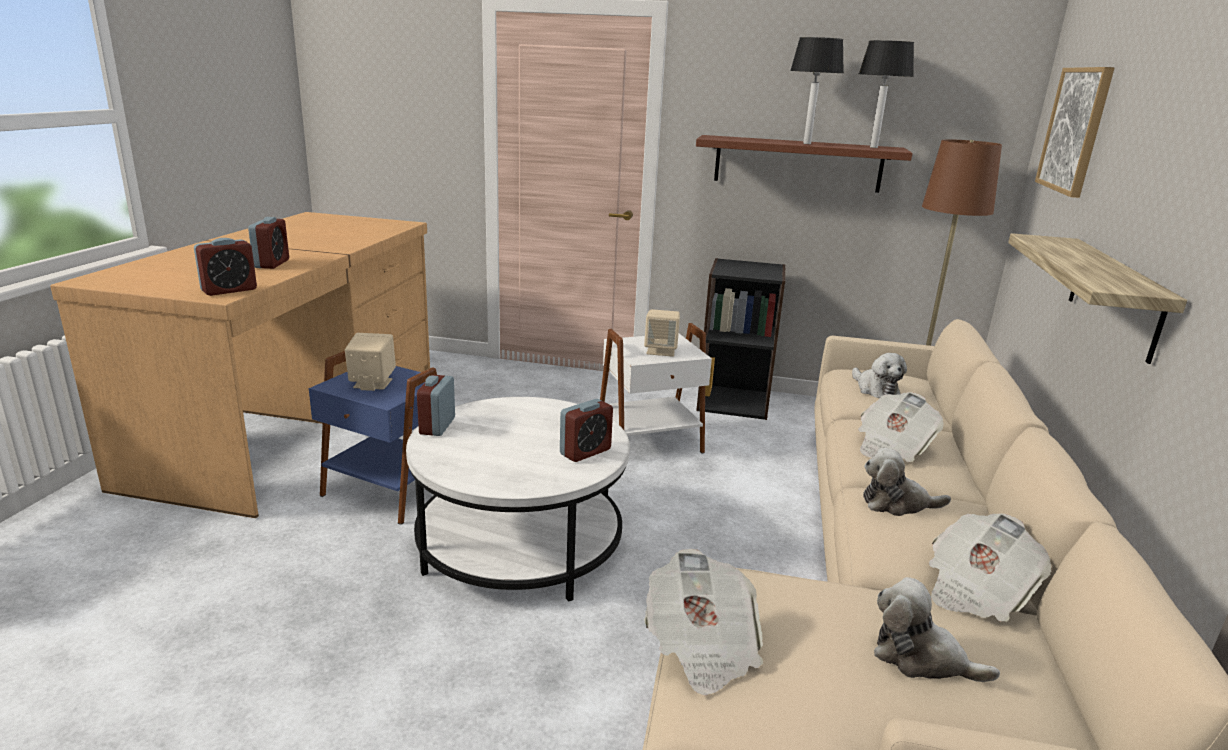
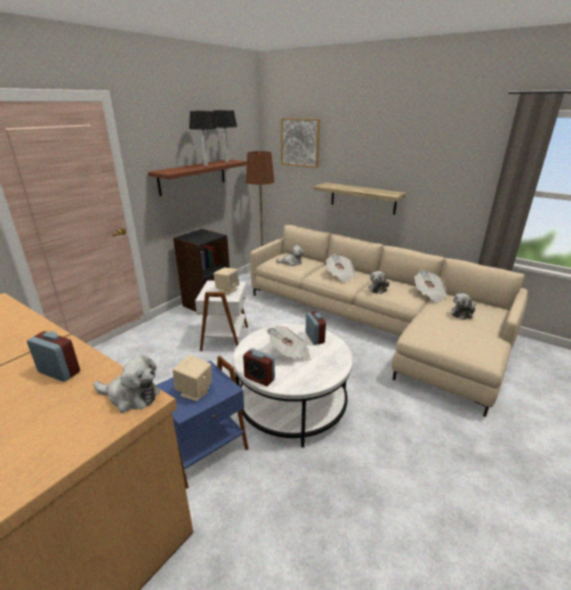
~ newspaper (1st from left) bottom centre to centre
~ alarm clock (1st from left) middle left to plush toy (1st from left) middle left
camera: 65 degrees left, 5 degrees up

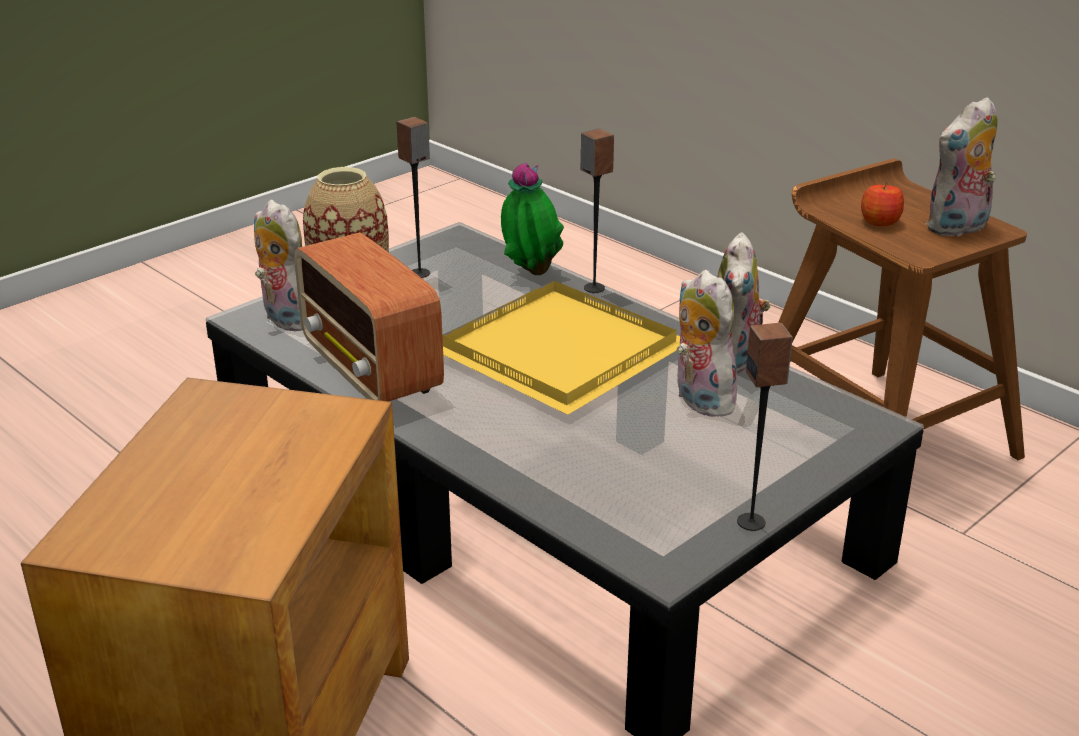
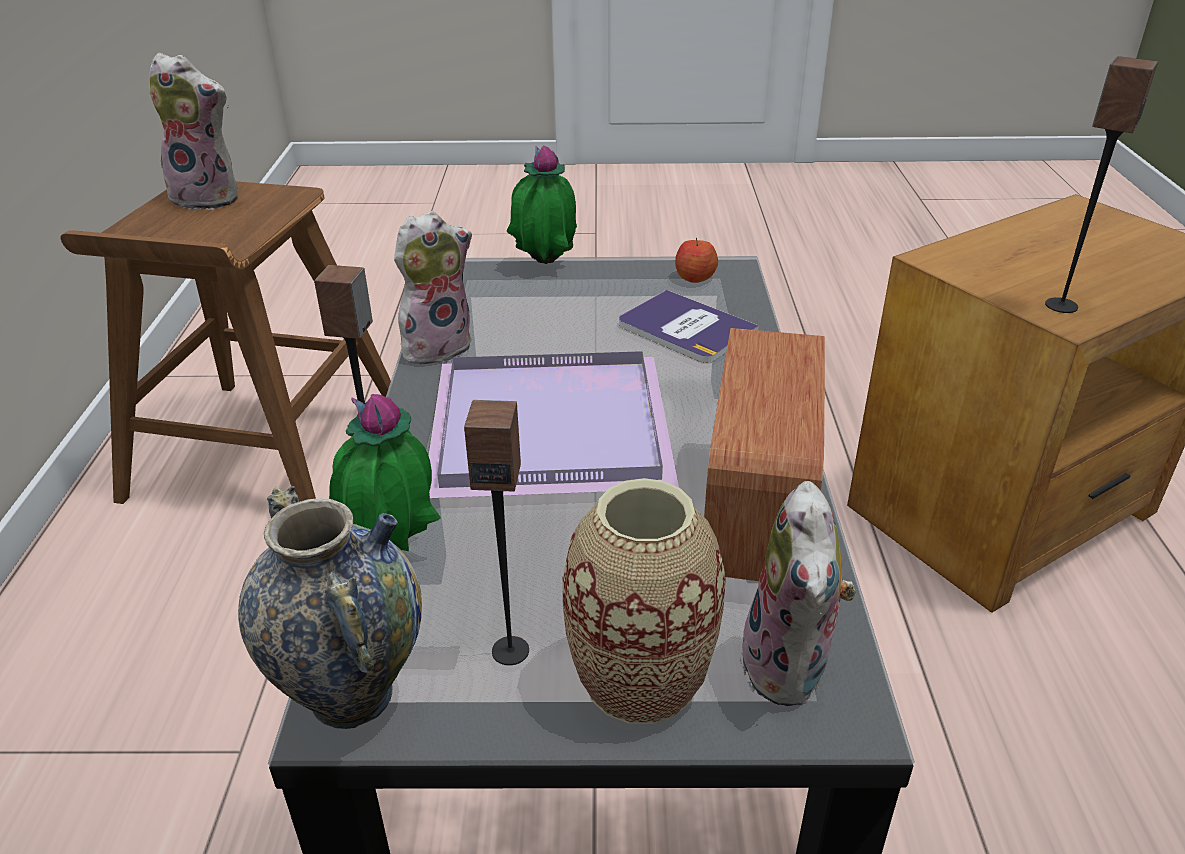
- plush toy (2nd from left) centre
+ vase (1st from left) bottom left
+ potted plant (2nd from left) top centre
+ book centre
~ speaker (3rd from left) middle right to top right
~ apple top right to top centre
~ yellow tray centre to purple tray centre
camera: 135 degrees left, 5 degrees up

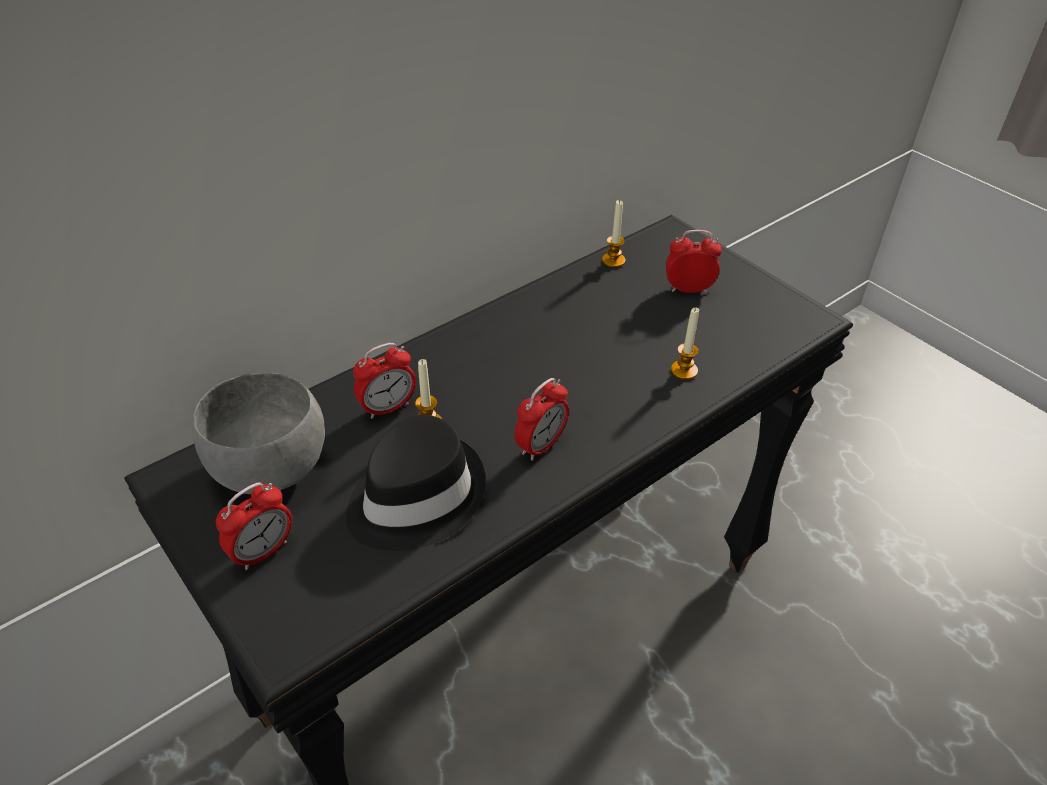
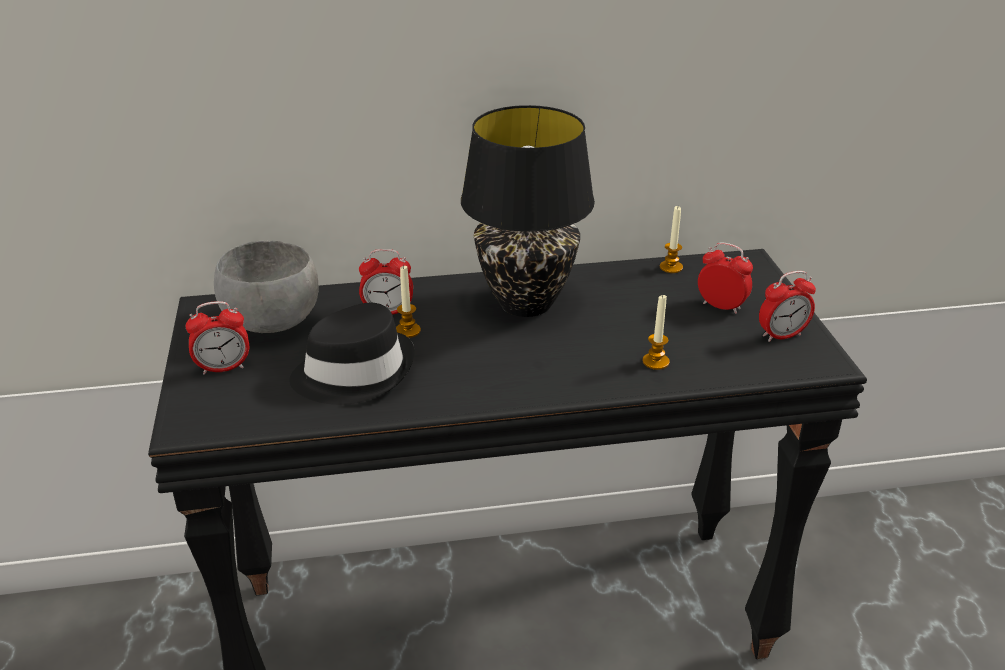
+ black table lamp top centre
~ alarm clock (3rd from left in the first image) centre to alarm clock (4th from left) middle right
camera: 30 degrees right, 10 degrees down

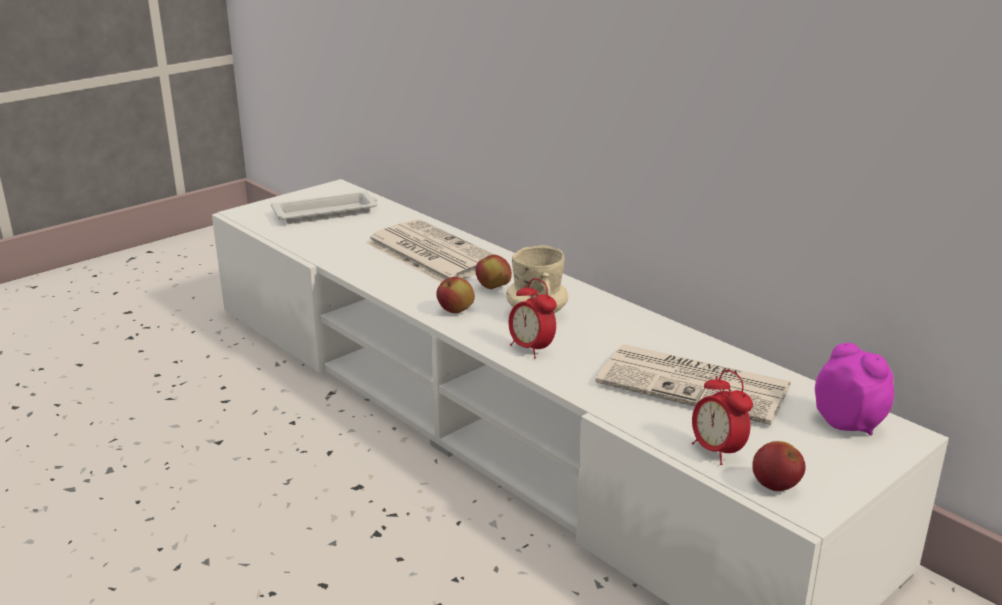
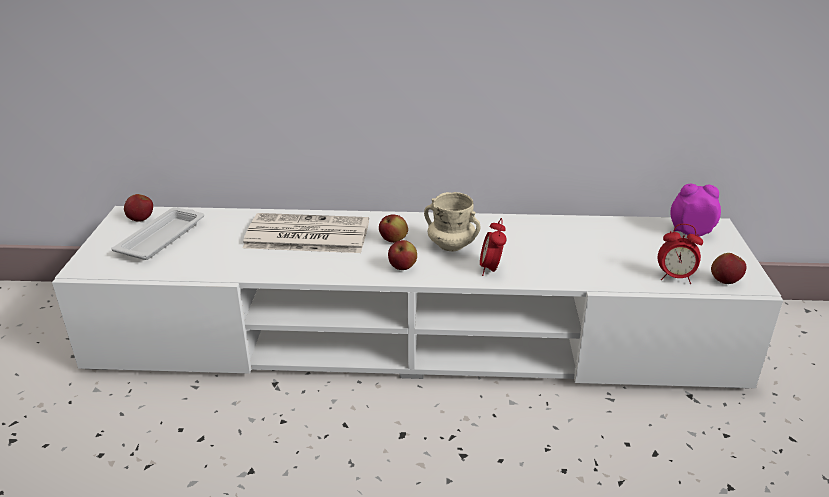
- newspaper (2nd from left) middle right
+ apple (1st from left) middle left
~ alarm clock (1st from left) centre = centre 90 degrees clockwise
camera: 45 degrees left, 5 degrees up

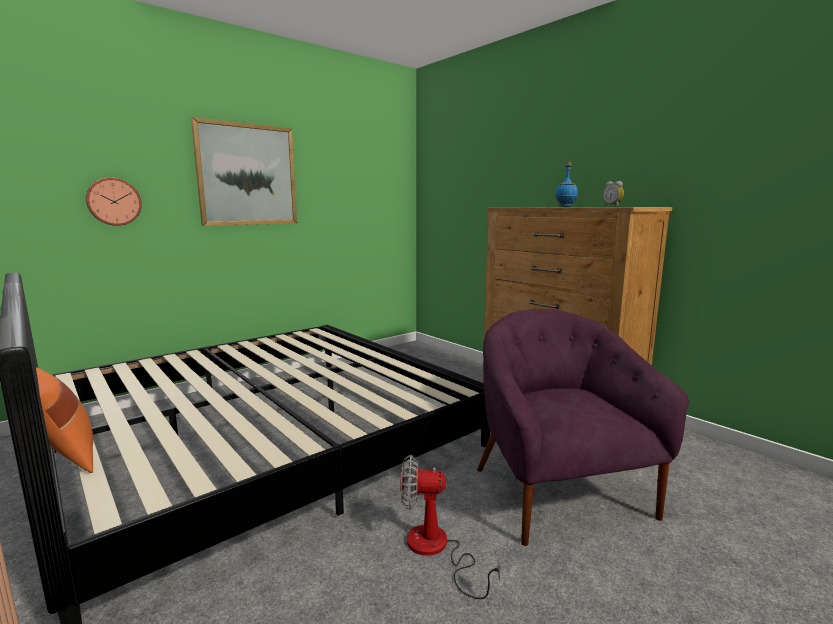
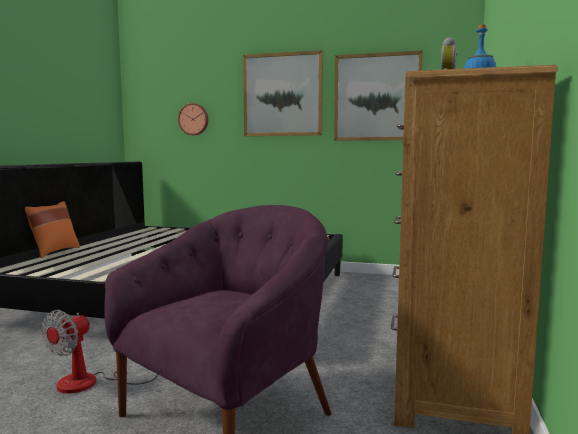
+ picture (2nd from left) top centre
~ fan bottom centre = bottom left 120 degrees counterclockwise
camera: 55 degrees right, 5 degrees down

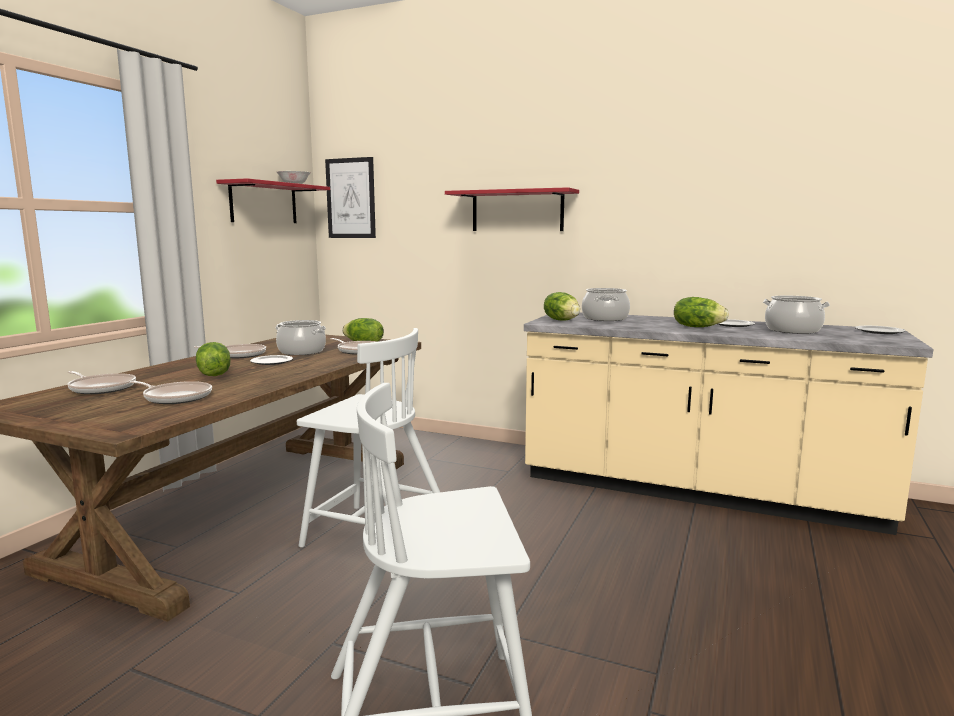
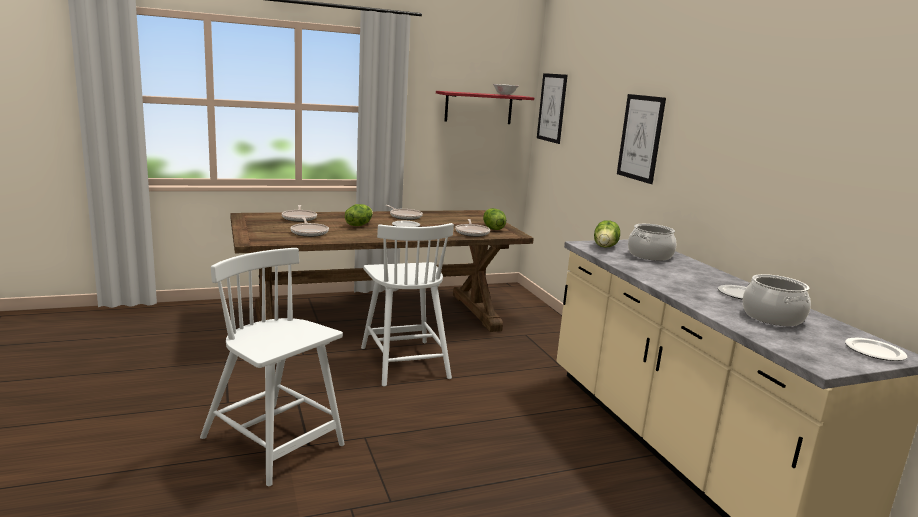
- cooking pot (1st from left) middle left
- lettuce (4th from left) middle right
~ red shelf (2nd from left) top centre to picture (2nd from left) top right
camera: 45 degrees right, 5 degrees up

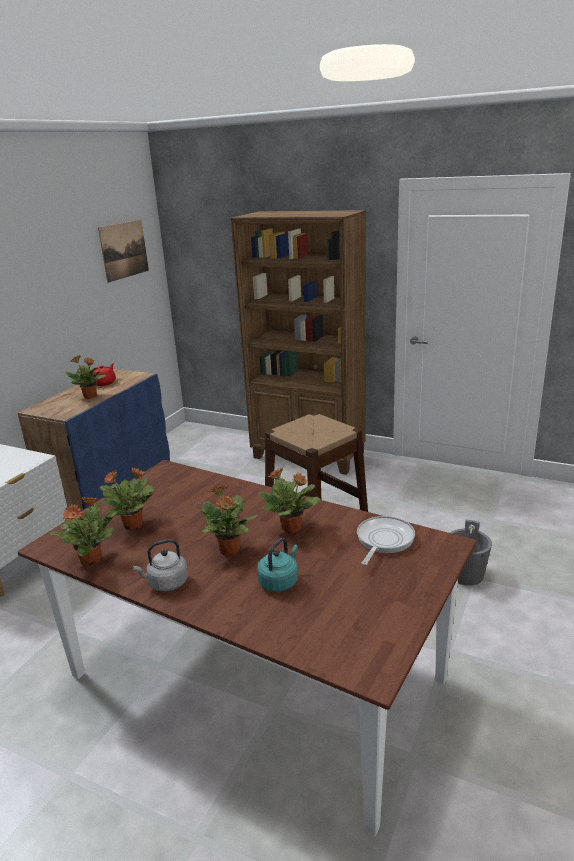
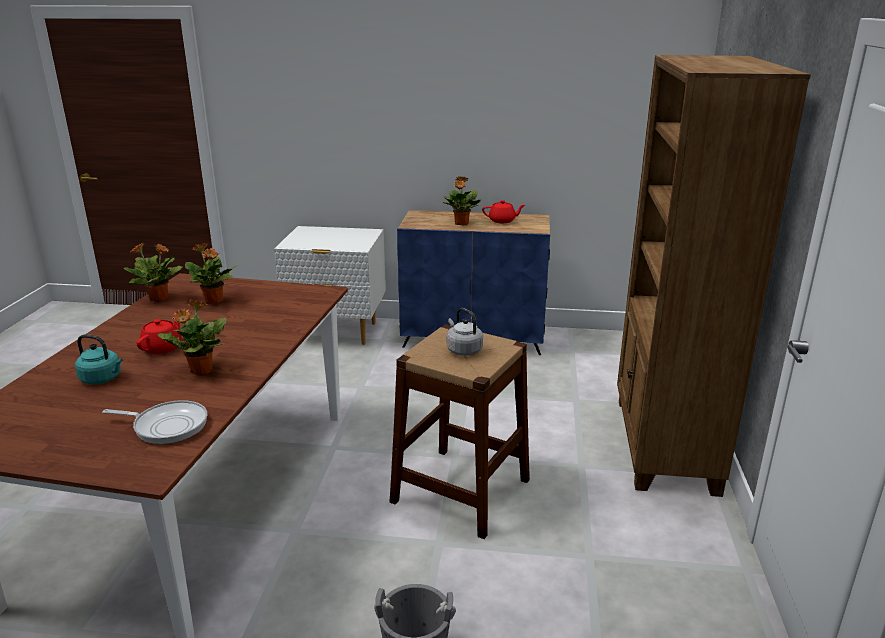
- picture top left
~ grey kettle middle left to centre
~ potted plant (4th from left) centre to red teapot (1st from left) middle left
camera: 70 degrees right, 0 degrees up

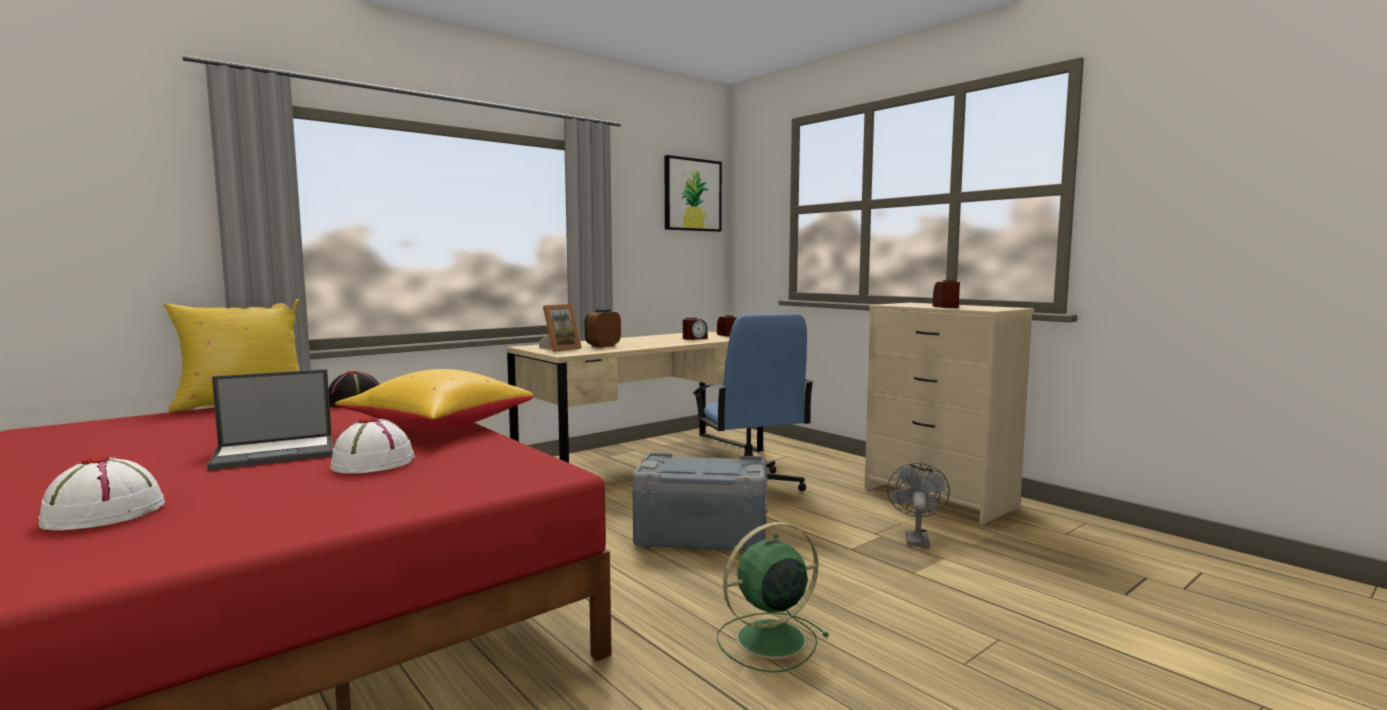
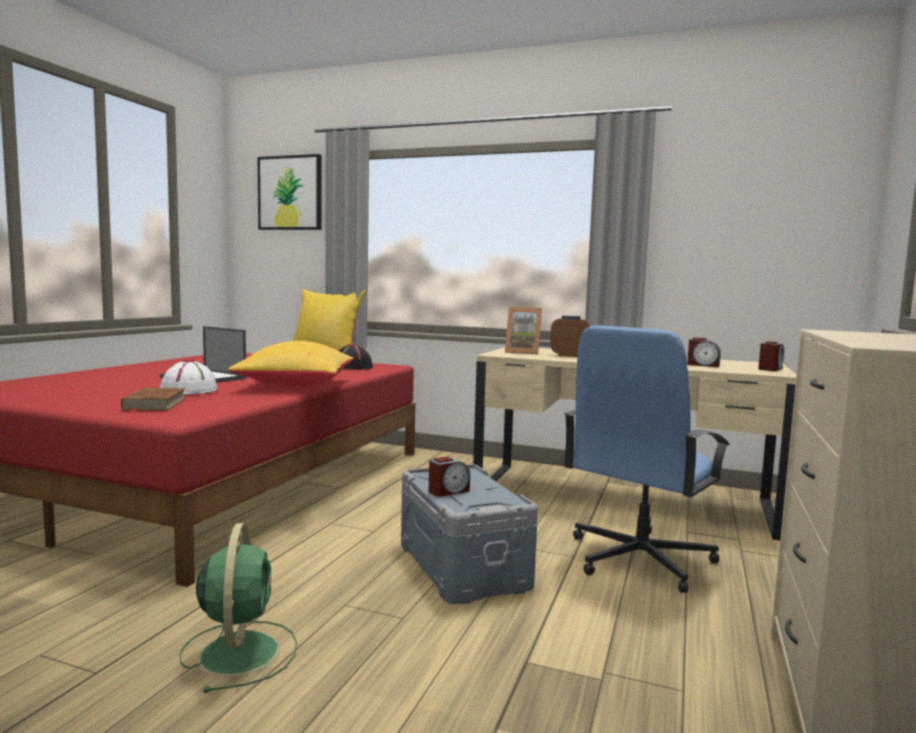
- white hat (1st from left) bottom left
- grey fan bottom centre
+ brown book middle left
~ picture top centre to top left
~ alarm clock (4th from left in the first image) middle right to alarm clock (1st from left) centre
~ green fan bottom centre = bottom left 45 degrees clockwise
camera: 60 degrees right, 0 degrees up

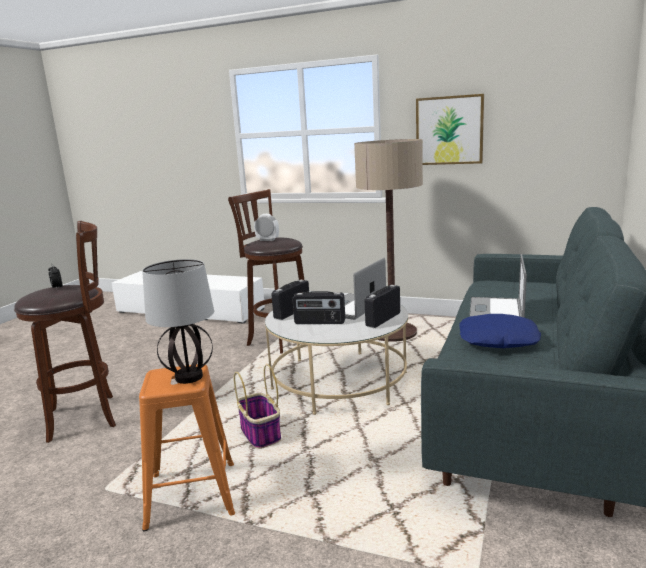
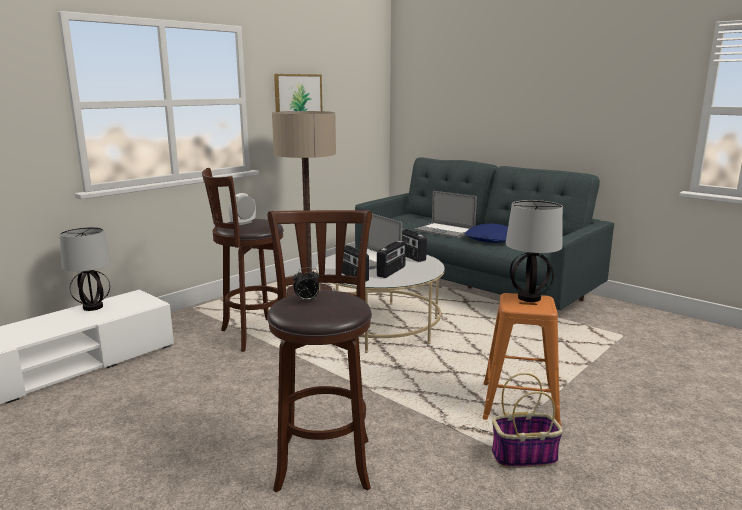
+ table lamp (1st from left) middle left
~ basket bottom centre to bottom right
camera: 70 degrees left, 0 degrees up

